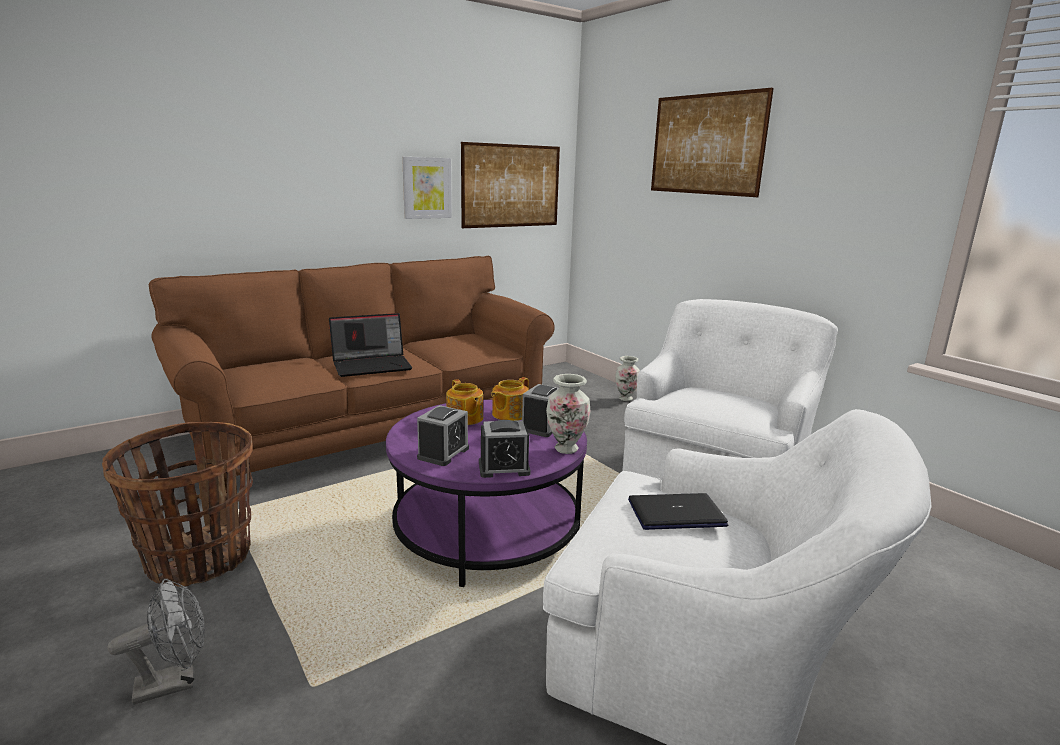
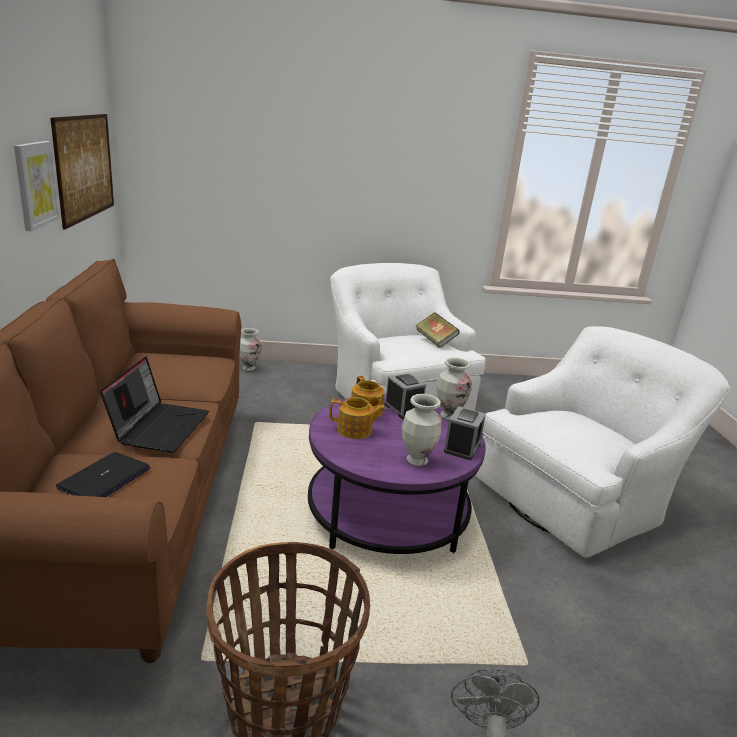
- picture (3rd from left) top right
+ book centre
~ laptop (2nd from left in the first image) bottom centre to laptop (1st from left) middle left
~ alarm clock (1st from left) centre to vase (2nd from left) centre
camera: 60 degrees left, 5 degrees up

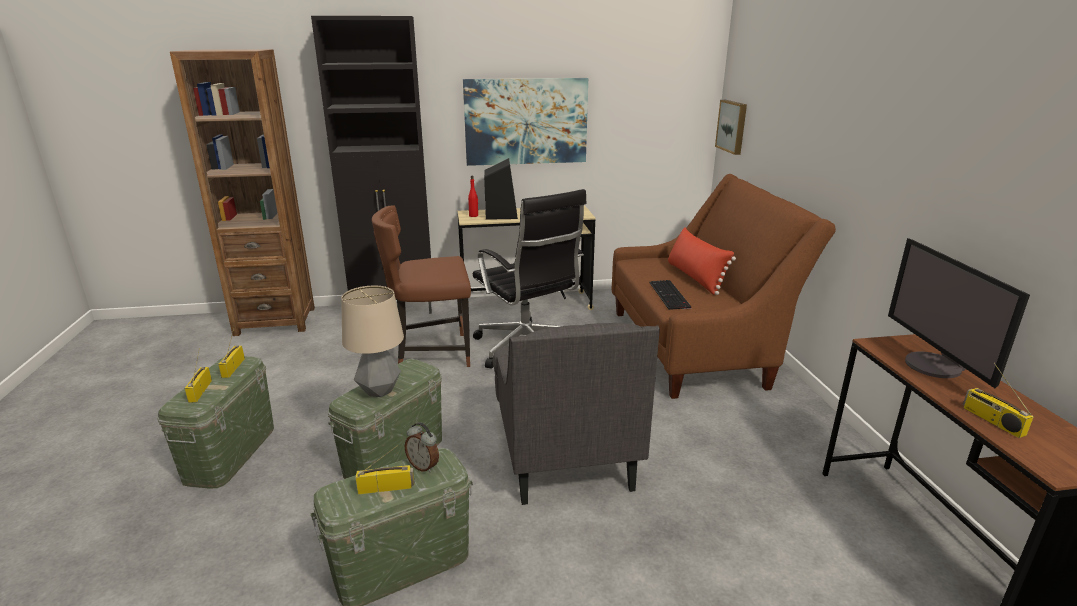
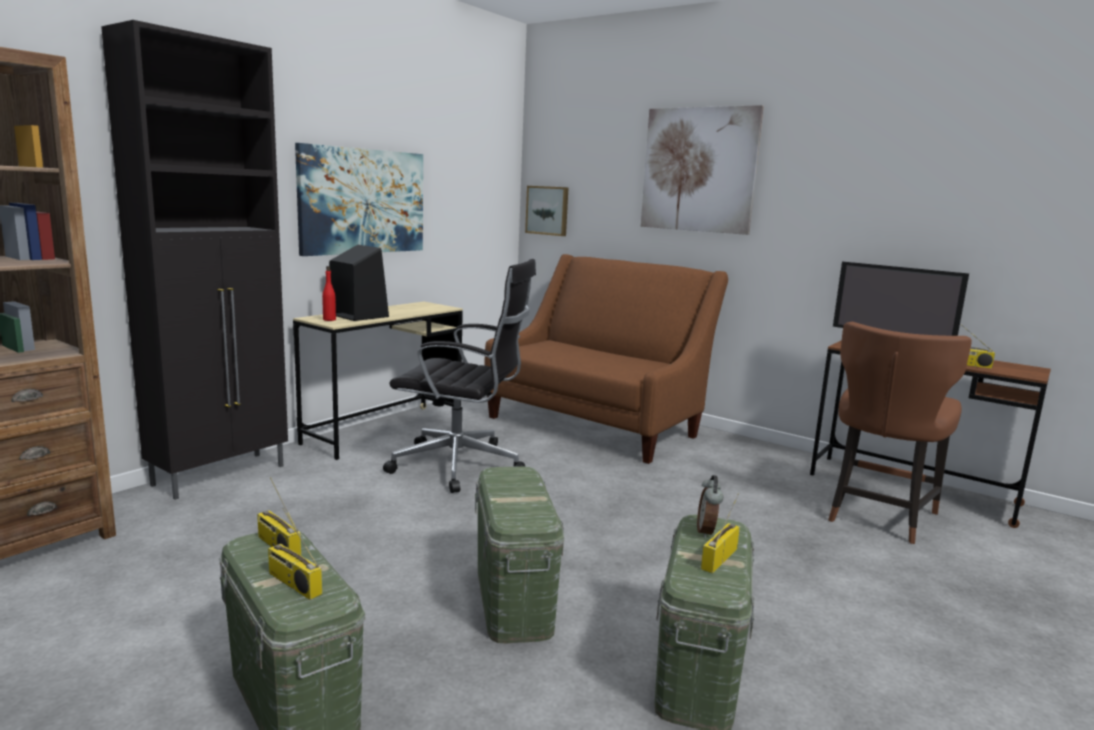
- table lamp centre
- grey armchair bottom centre
- keyboard centre
- red pillow centre
+ picture (3rd from left) top centre
~ brown chair centre to middle right
~ alarm clock bottom centre = bottom centre 105 degrees clockwise
camera: 45 degrees left, 10 degrees down

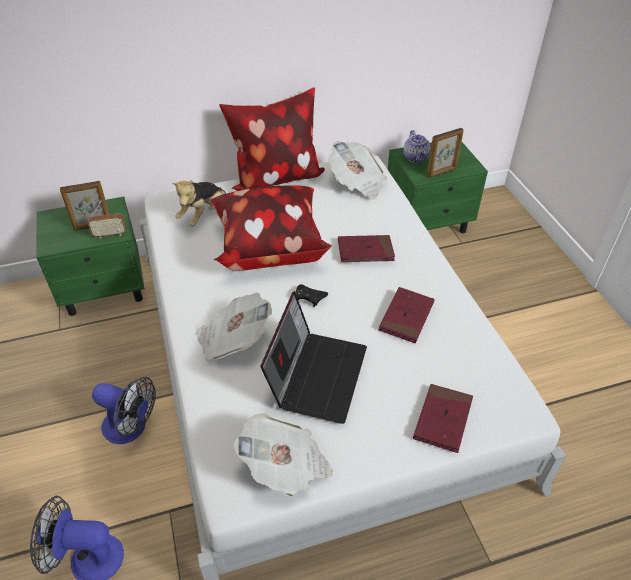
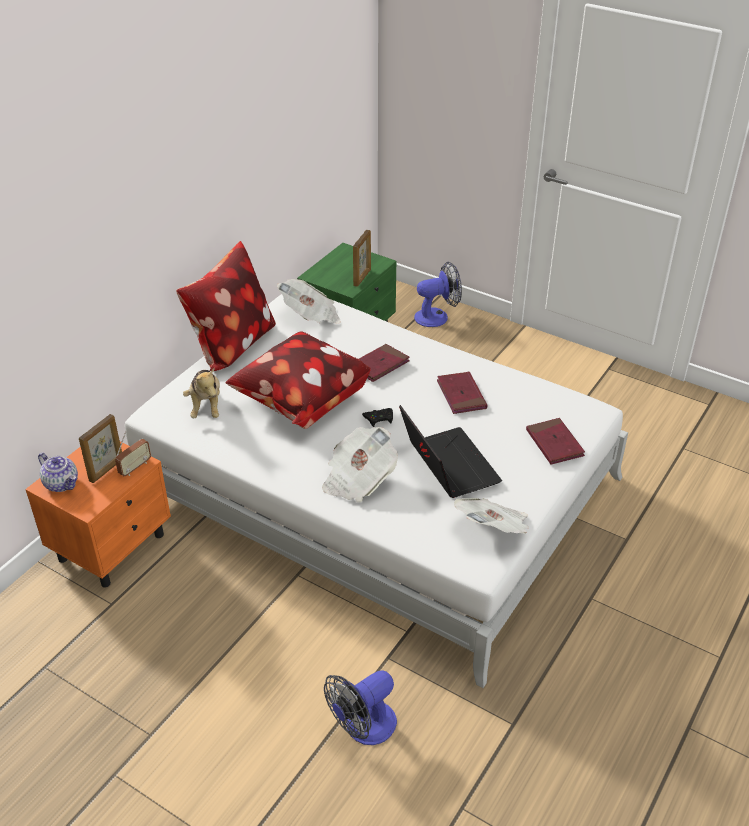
~ fan (2nd from left) bottom left to centre
~ teapot top centre to middle left
~ green nightstand (1st from left) middle left to orange nightstand middle left
camera: 40 degrees left, 5 degrees down

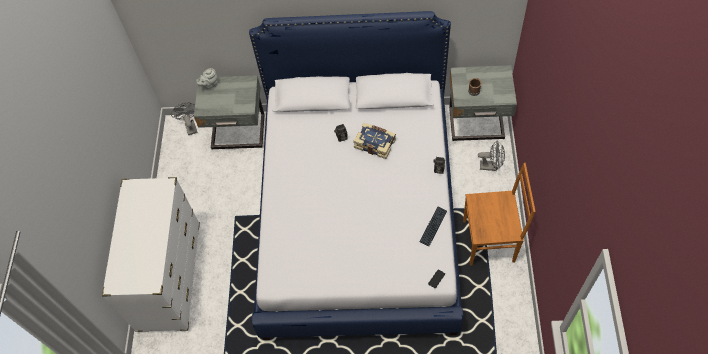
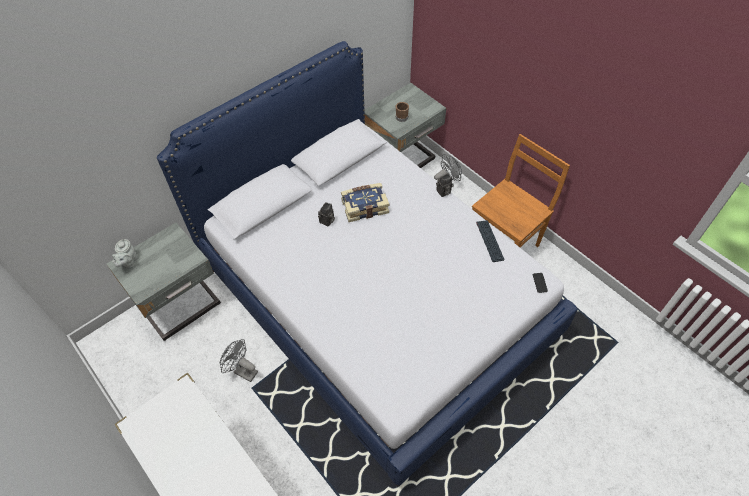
~ grey fan (1st from left) middle left to bottom left
camera: 45 degrees left, 5 degrees down

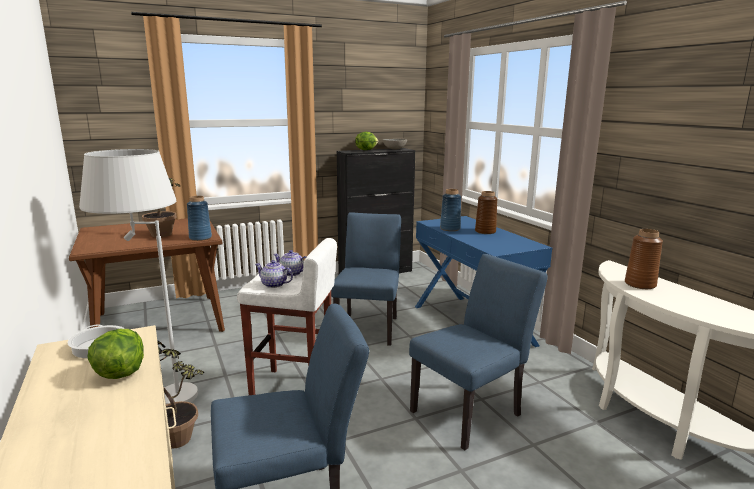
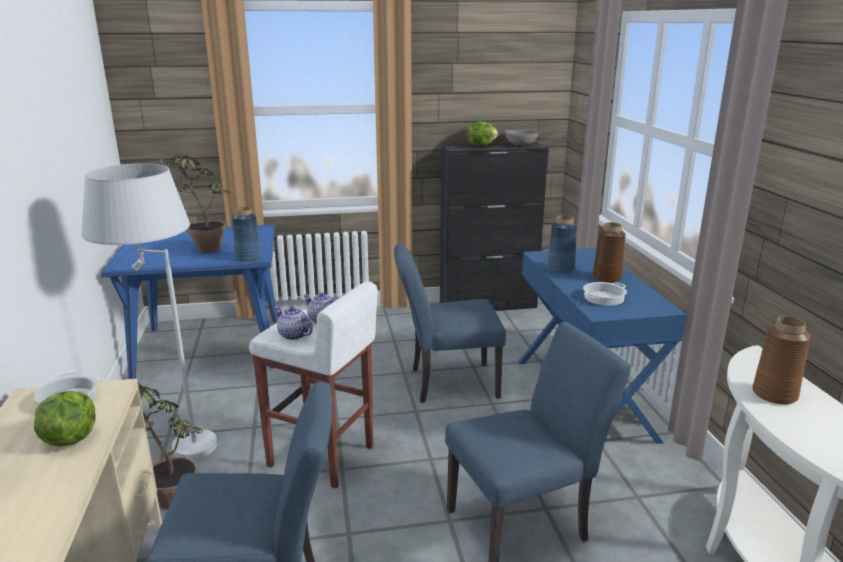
+ cooking pot (2nd from left) middle right
~ brown dining table middle left to blue dining table middle left
~ blue chair (2nd from left) centre = centre 120 degrees counterclockwise
camera: 15 degrees right, 5 degrees up

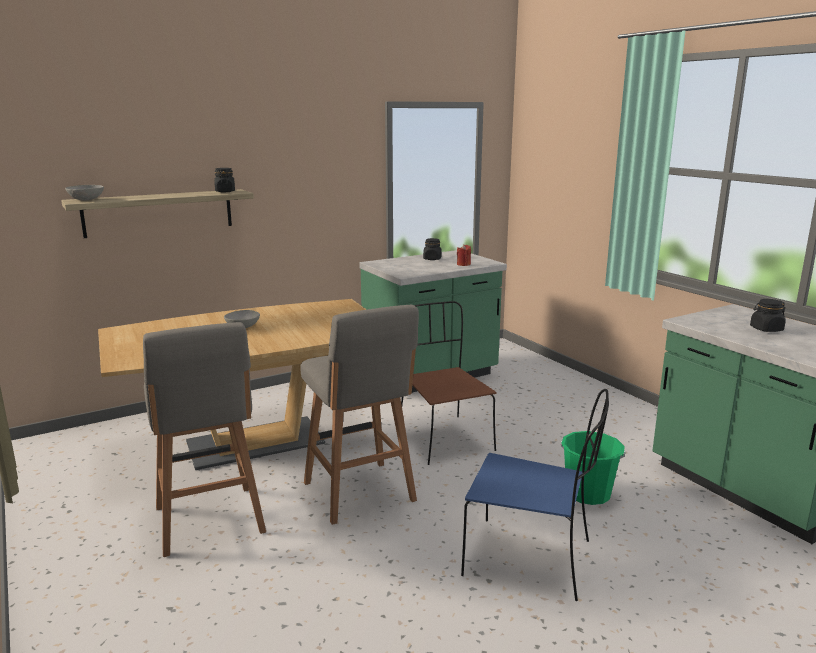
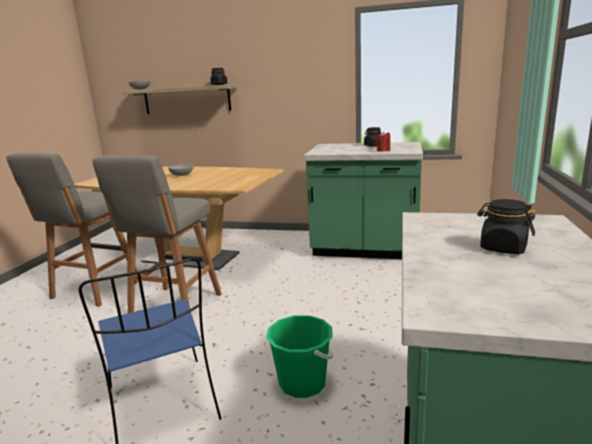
- brown chair centre
camera: 45 degrees right, 0 degrees up

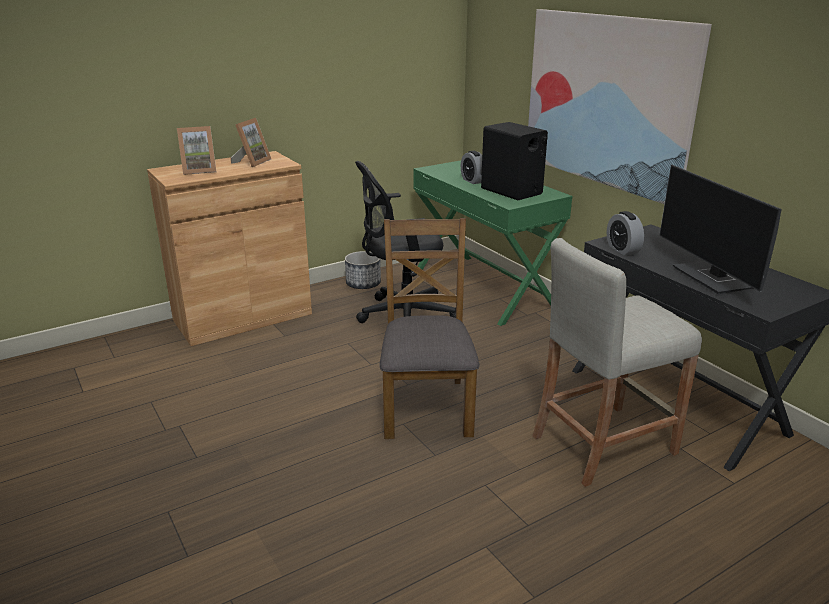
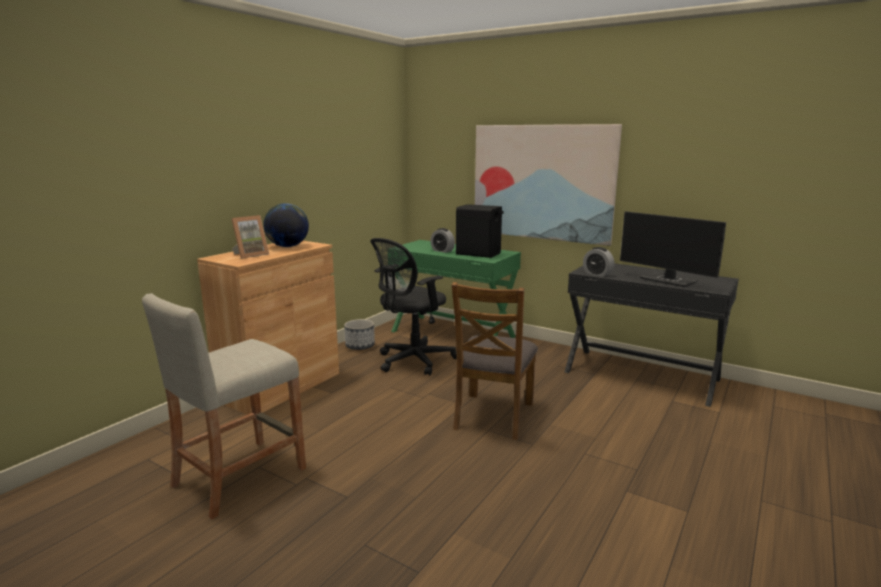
~ beige stool middle right to bottom left
~ picture frame (2nd from left) top left to globe middle left
~ brown chair centre = centre 135 degrees counterclockwise
camera: 25 degrees left, 10 degrees down

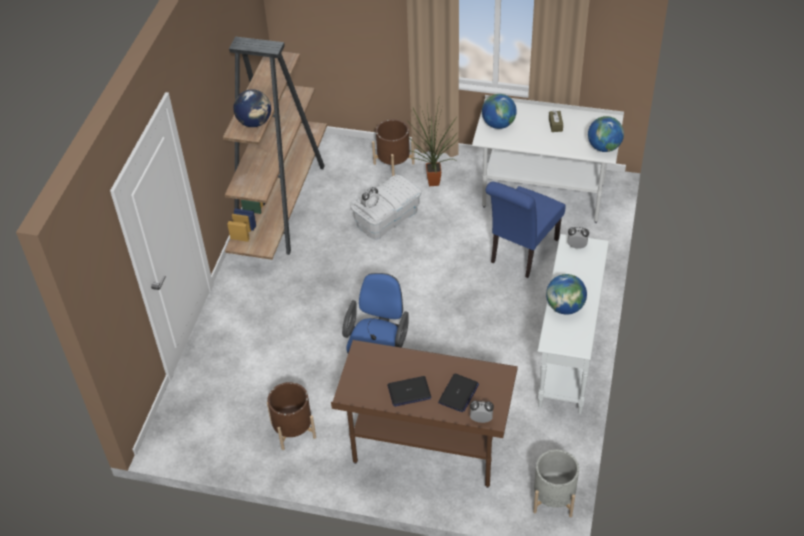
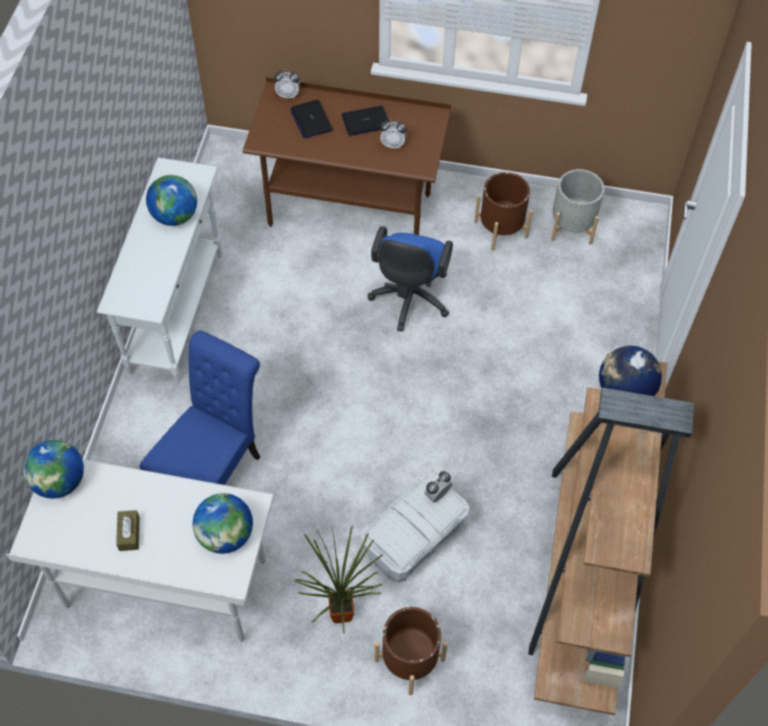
~ grey planter bottom right to top right
~ alarm clock (3rd from left in the first image) middle right to alarm clock (2nd from left) top centre
~ laptop (2nd from left in the first image) bottom centre = top centre 45 degrees counterclockwise
camera: 175 degrees right, 10 degrees up

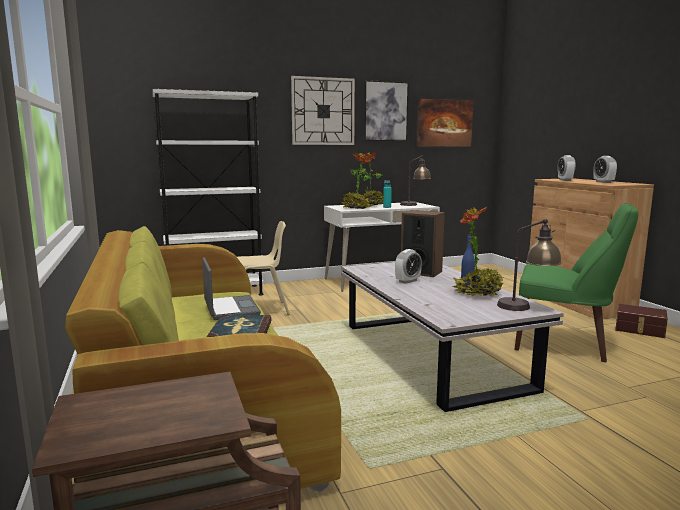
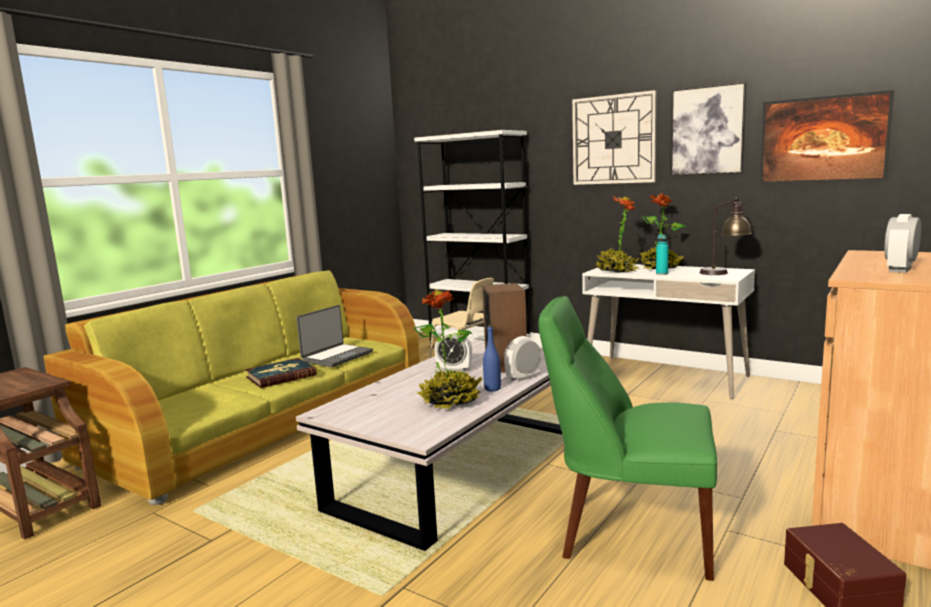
- table lamp (2nd from left) middle right
~ alarm clock (2nd from left) top right to centre
~ green chair middle right = bottom right 120 degrees clockwise
camera: 55 degrees right, 0 degrees up

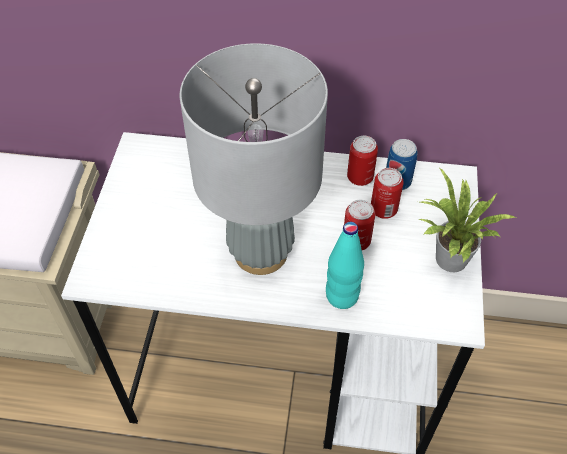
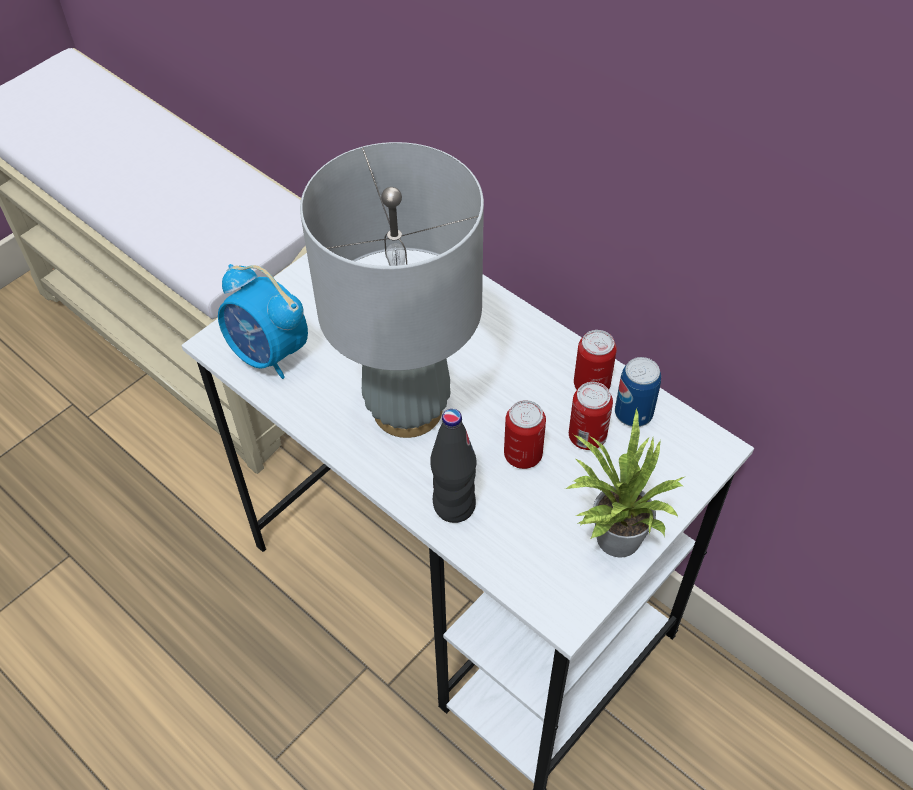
+ alarm clock middle left
~ turquoise bottle centre to black bottle centre
camera: 35 degrees right, 0 degrees up

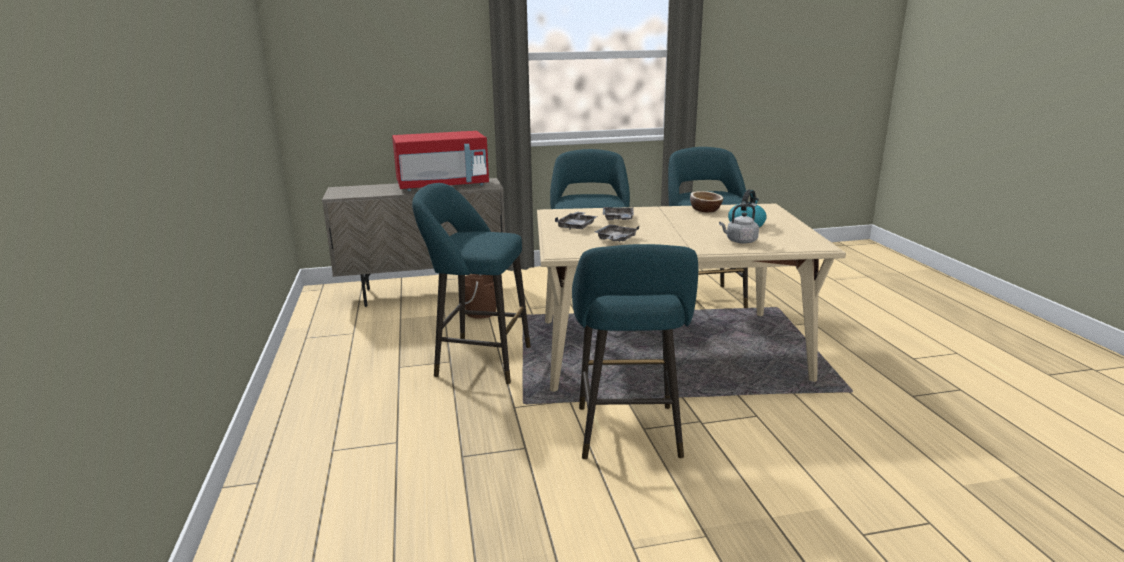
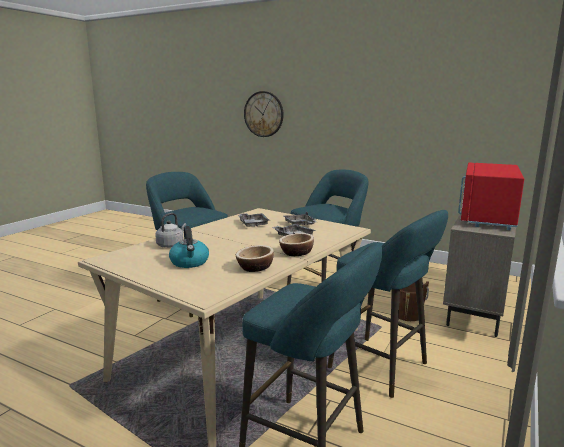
+ wall clock top centre
+ bowl (2nd from left) centre
camera: 130 degrees right, 5 degrees down

